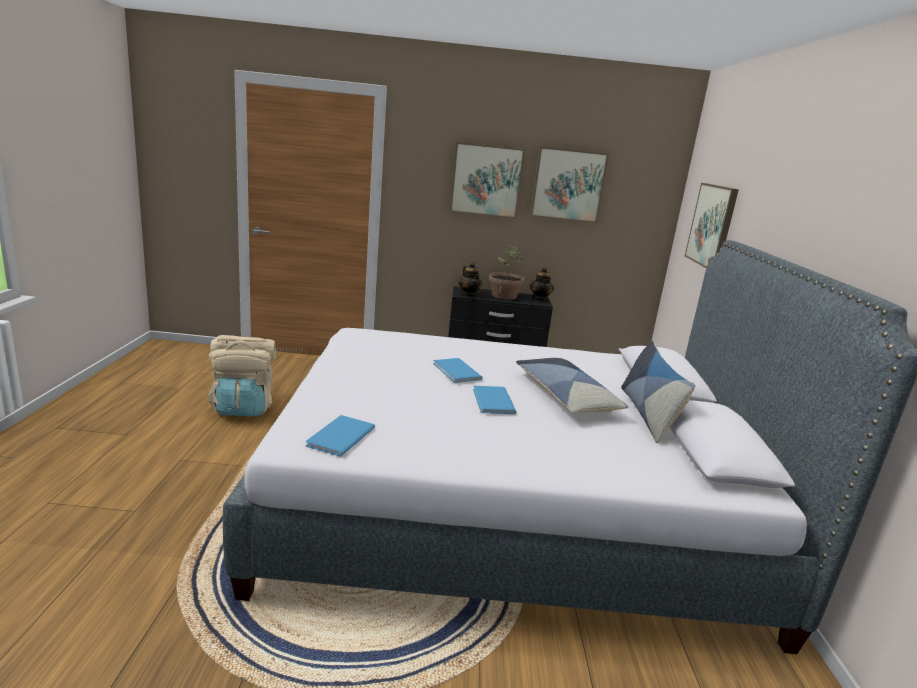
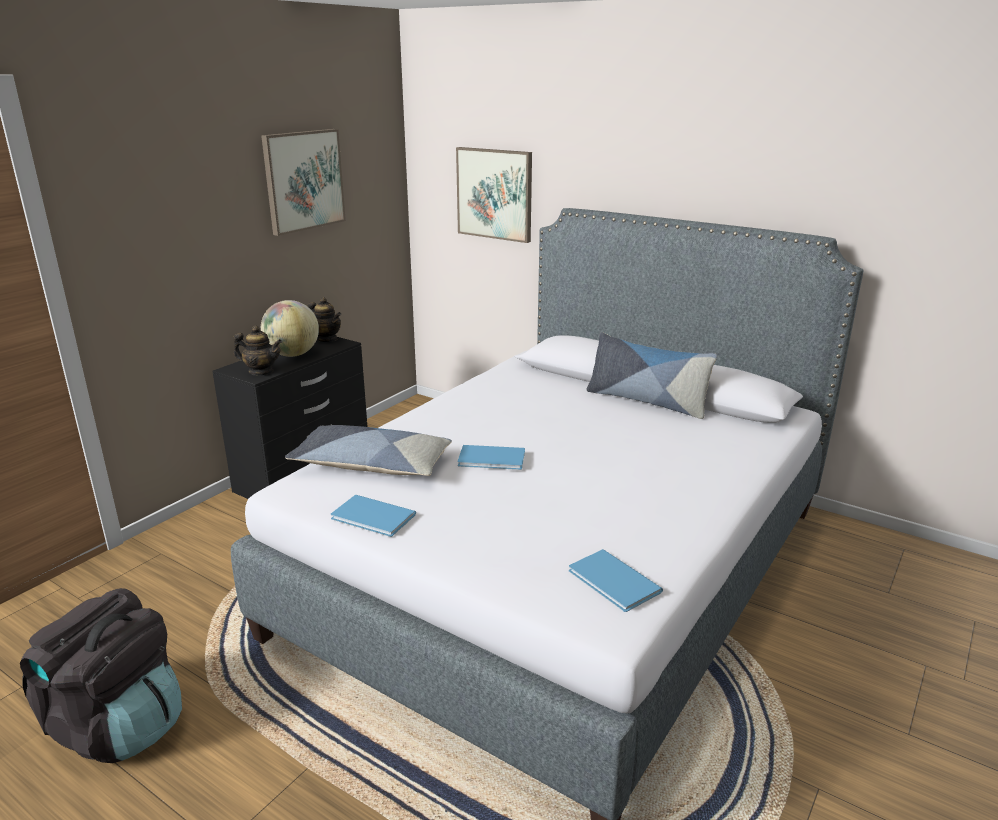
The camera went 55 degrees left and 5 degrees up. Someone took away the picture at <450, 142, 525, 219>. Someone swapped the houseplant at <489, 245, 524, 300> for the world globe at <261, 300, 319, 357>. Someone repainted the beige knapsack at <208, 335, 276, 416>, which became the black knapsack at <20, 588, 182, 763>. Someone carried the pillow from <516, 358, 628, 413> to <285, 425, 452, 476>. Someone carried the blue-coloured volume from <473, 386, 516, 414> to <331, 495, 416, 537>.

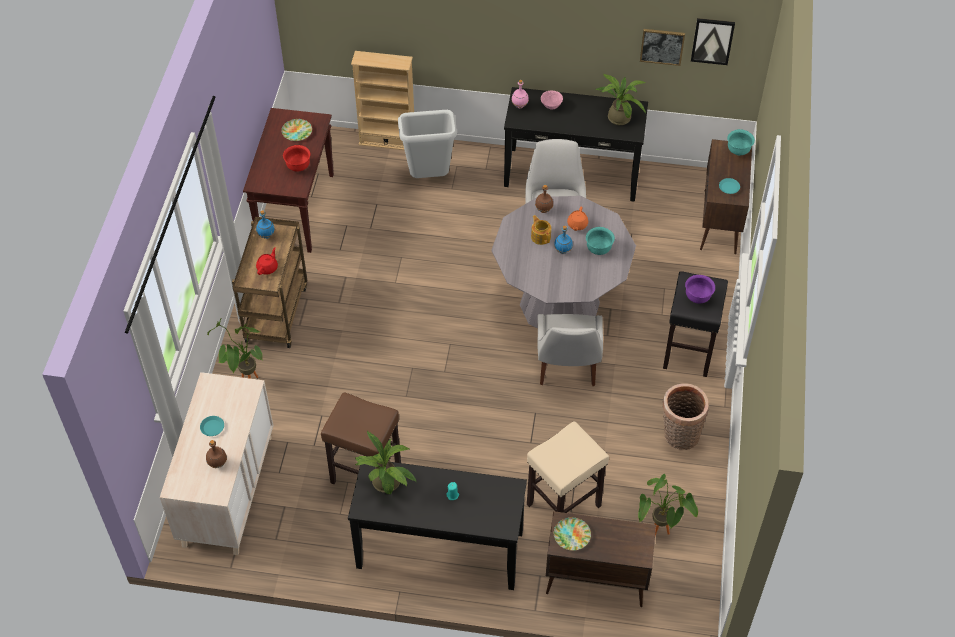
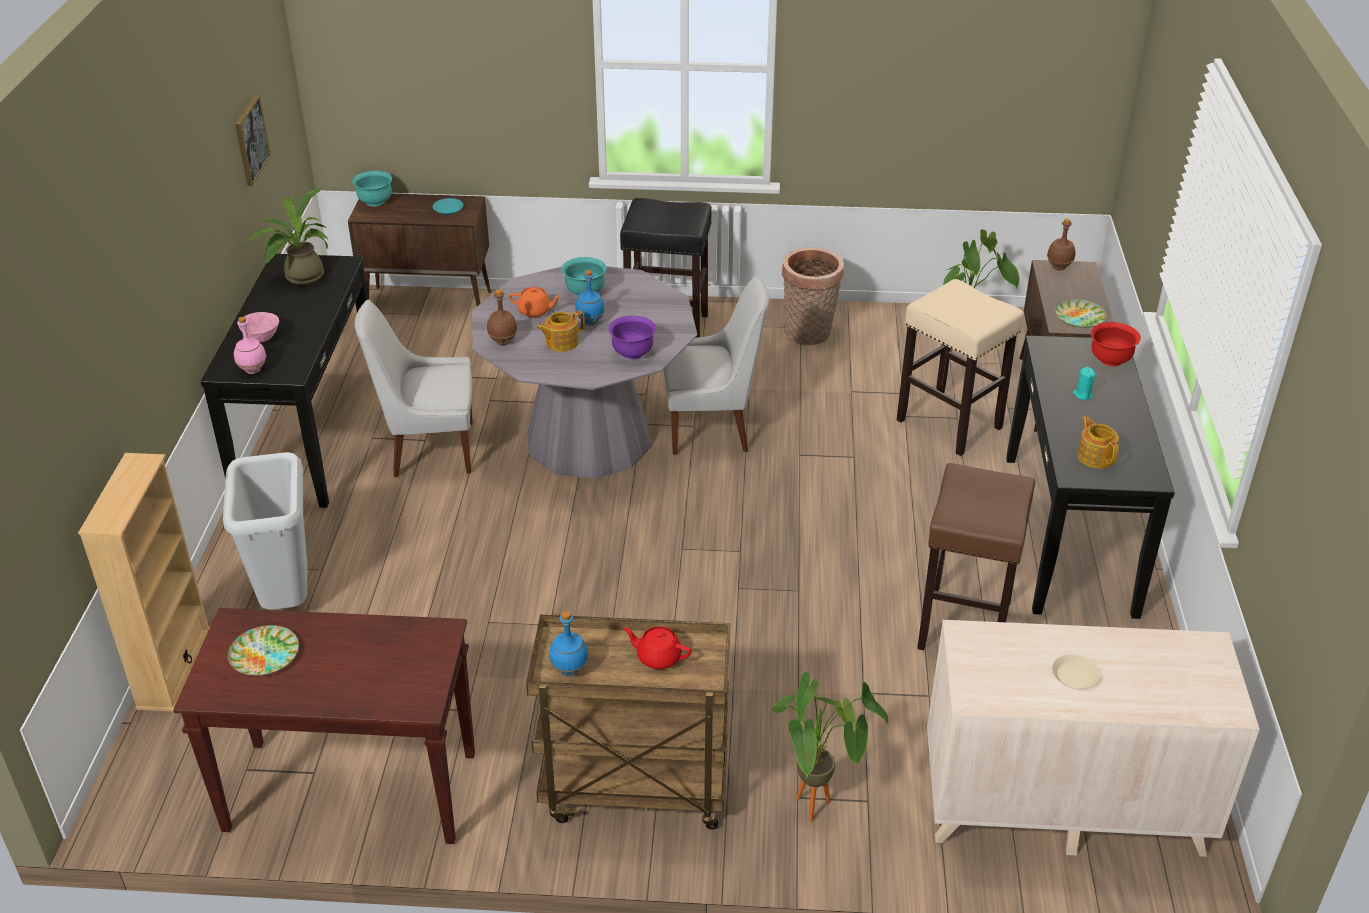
The camera went 95 degrees left and 15 degrees down. Someone took away the picture at <691, 18, 735, 65>. Someone carried the red deep dish from <283, 145, 311, 172> to <1091, 322, 1141, 366>. Someone carried the purplish deep dish from <685, 275, 715, 303> to <609, 316, 656, 359>. Someone repainted the turquoise-coloured plate at <200, 416, 224, 436>, which became the beige plate at <1052, 654, 1101, 689>. Someone swapped the houseplant at <354, 431, 417, 494> for the tea pot at <1077, 416, 1119, 469>. Someone carried the brown beverage bottle from <206, 440, 227, 468> to <1047, 219, 1075, 270>.

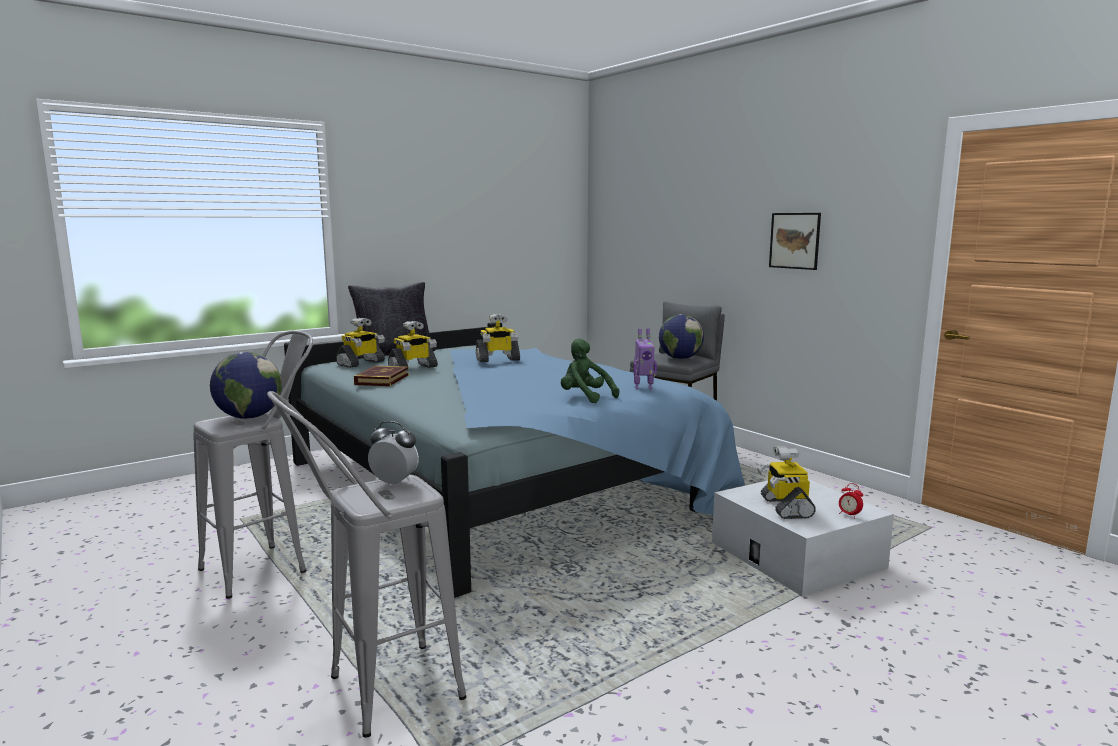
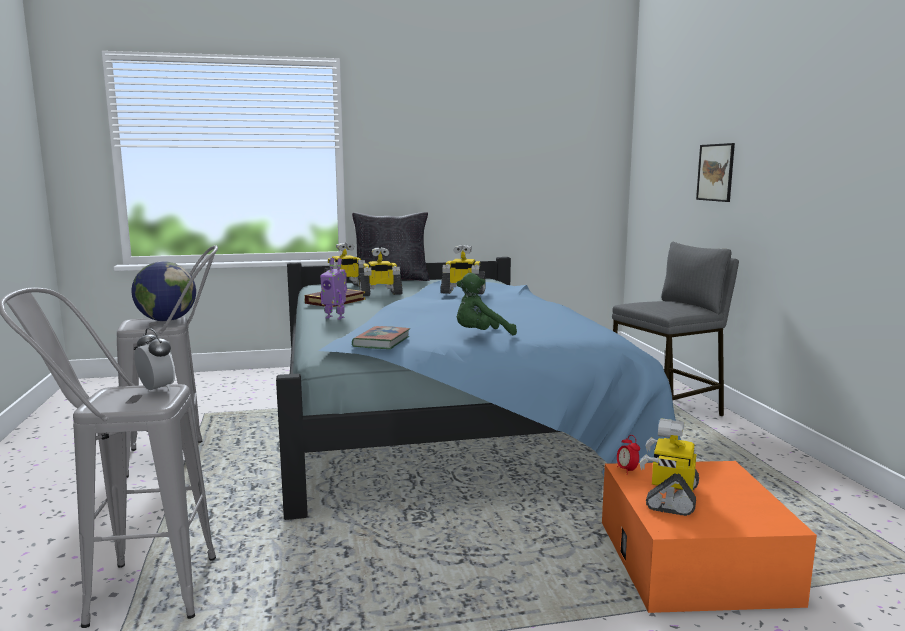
The camera went 25 degrees right and 0 degrees up. Someone carried the picture from <769, 213, 821, 270> to <696, 143, 735, 202>. Someone took away the world globe at <659, 314, 704, 359>. Someone carried the toy robot from <634, 329, 657, 389> to <320, 258, 347, 320>. Someone rotated the green-coloured soft toy at <561, 338, 619, 403> by 90 degrees counterclockwise. Someone repainted the white storage box at <712, 479, 894, 597>, which became the orange storage box at <602, 461, 817, 613>. Someone carried the alarm clock from <839, 483, 863, 519> to <617, 435, 640, 475>. Someone put down the volume at <352, 326, 410, 349>.

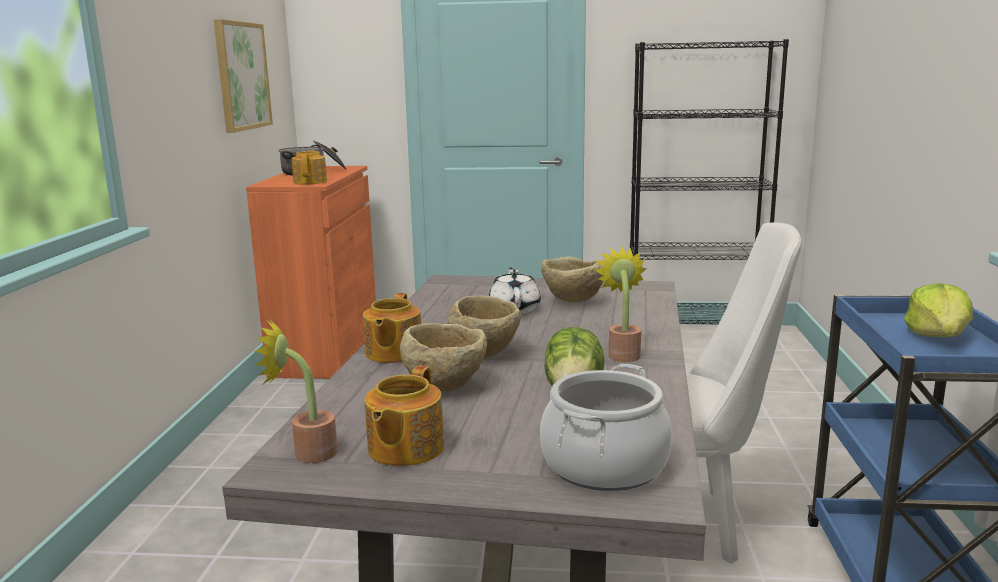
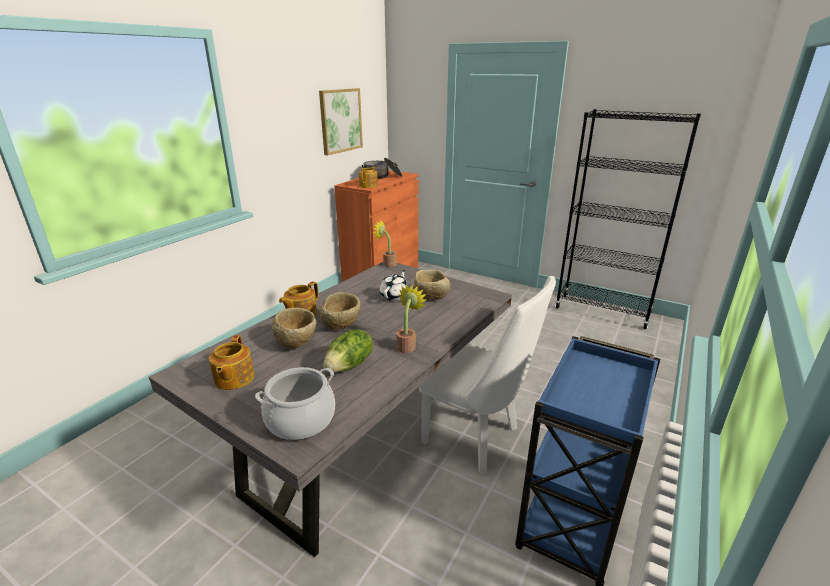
The camera went 25 degrees right and 10 degrees up. Someone took away the lettuce head at <904, 283, 973, 337>. Someone carried the houseplant from <255, 320, 338, 463> to <373, 220, 397, 267>. Someone rotated the tea pot at <364, 366, 444, 466> by 45 degrees counterclockwise.

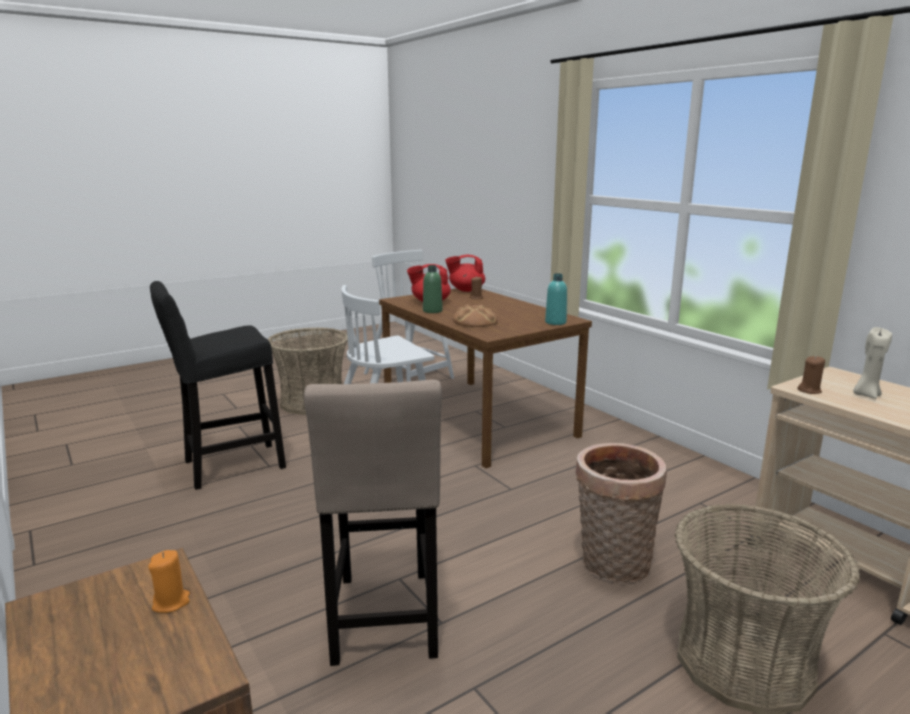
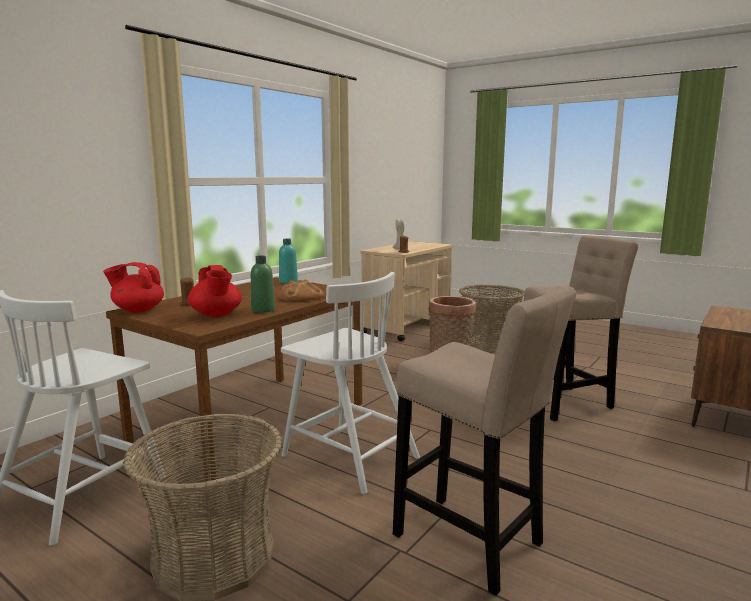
The camera went 110 degrees left and 5 degrees down. Someone rotated the red tea pot at <445, 255, 485, 292> by 120 degrees clockwise. Someone repainted the black stool seat at <150, 281, 286, 490>, which became the beige stool seat at <393, 285, 576, 596>. Someone took away the orange wax candle at <148, 550, 190, 613>.

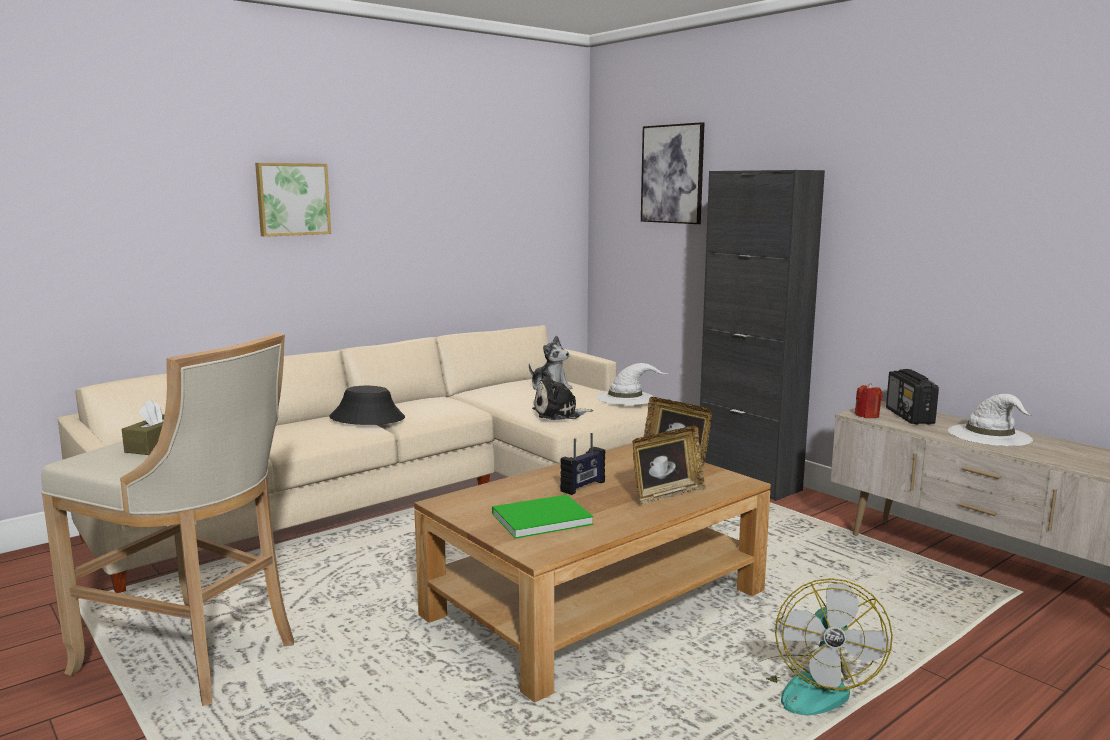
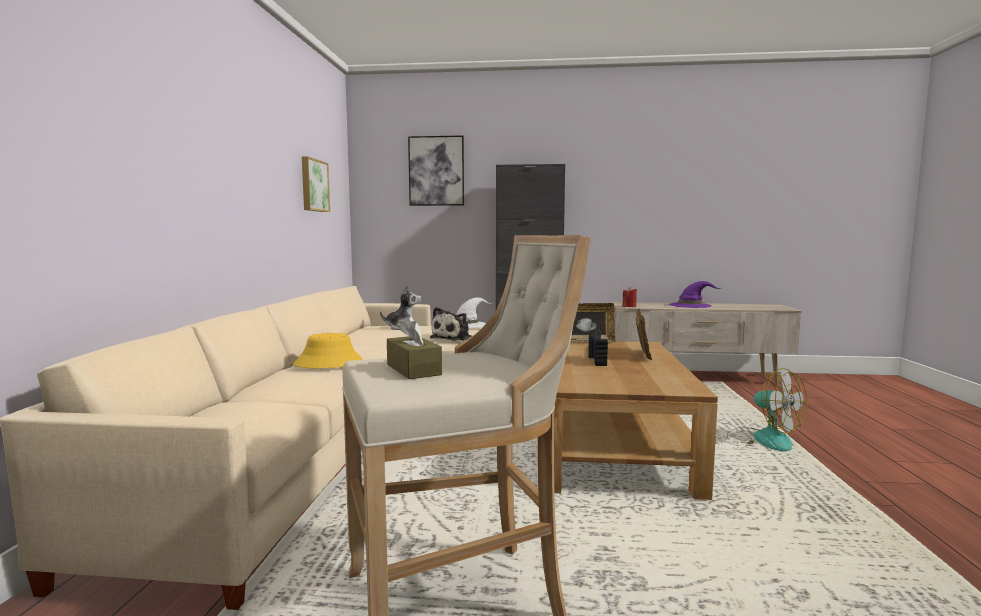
The camera went 45 degrees left and 5 degrees down. Someone carried the picture from <255, 163, 331, 237> to <302, 156, 330, 212>. Someone took away the radio set at <886, 369, 939, 425>. Someone repainted the black hat at <329, 386, 405, 425>, which became the yellowish hat at <293, 333, 363, 368>. Someone repainted the white hat at <948, 394, 1033, 446>, which became the purplish hat at <669, 281, 720, 308>. Someone took away the green-coloured volume at <492, 495, 593, 538>.

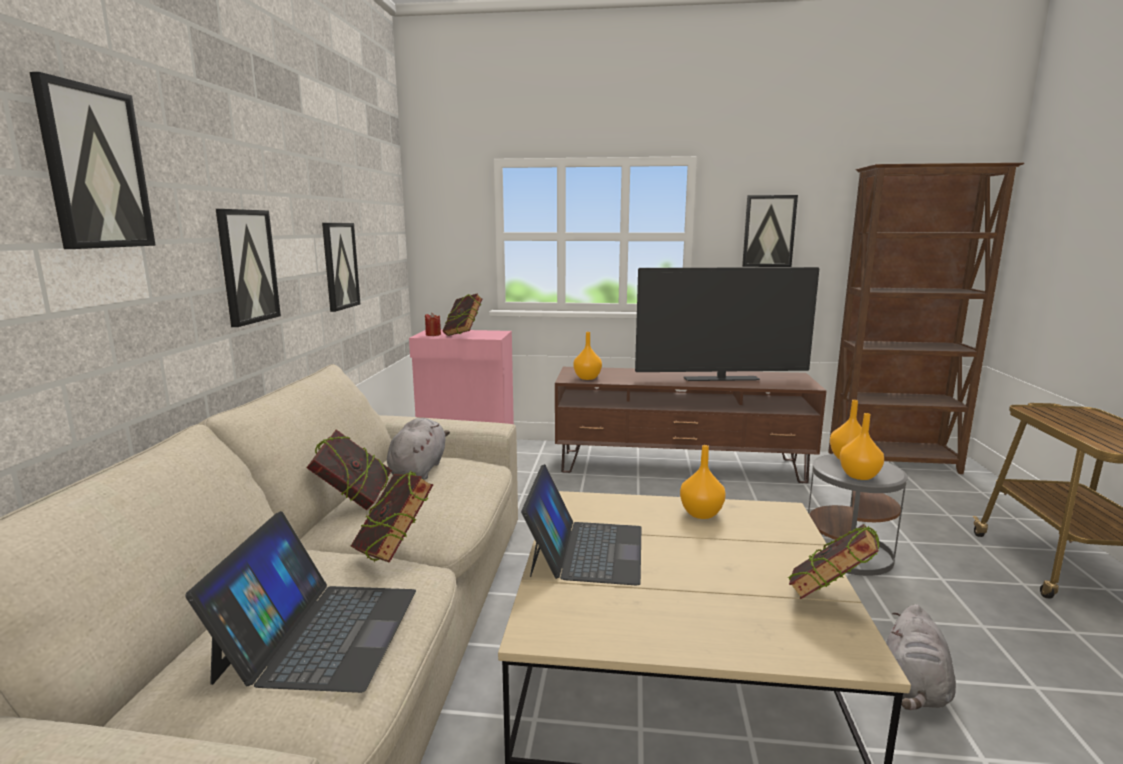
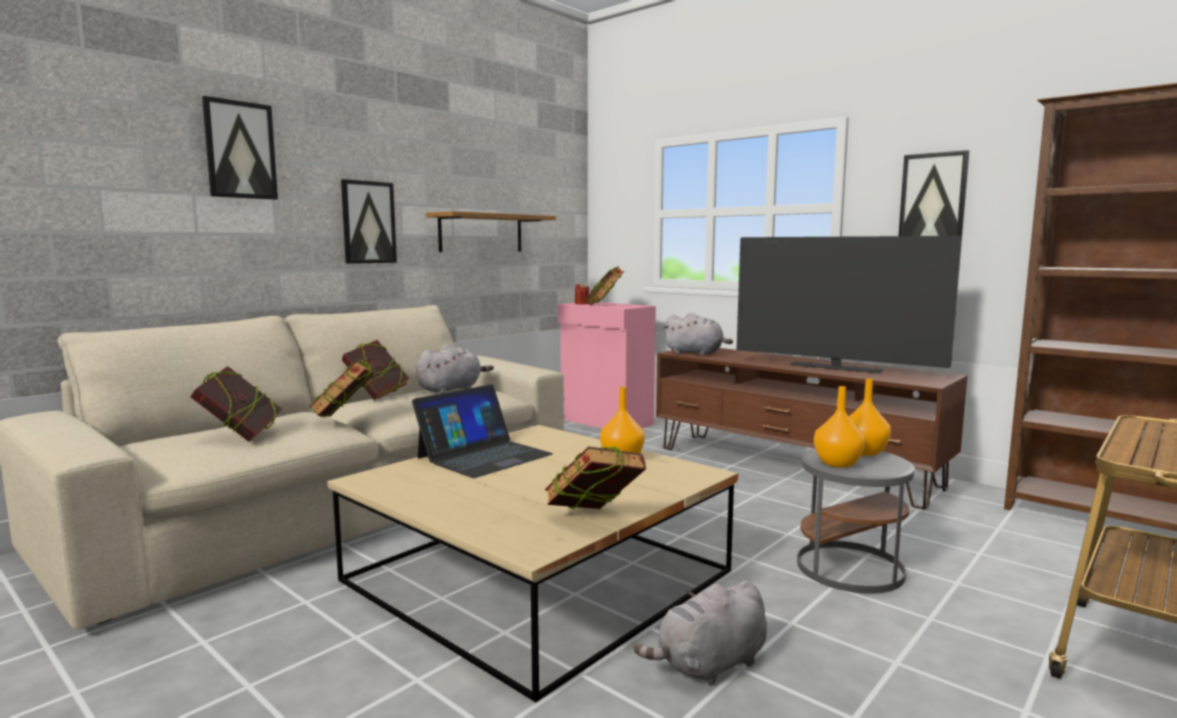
The camera went 35 degrees right and 5 degrees down. Someone swapped the picture at <322, 223, 360, 312> for the shelf at <426, 211, 556, 252>. Someone swapped the orange vase at <573, 332, 602, 380> for the grey soft toy at <663, 313, 733, 355>. Someone swapped the portable computer at <185, 511, 416, 693> for the volume at <190, 366, 283, 442>.

